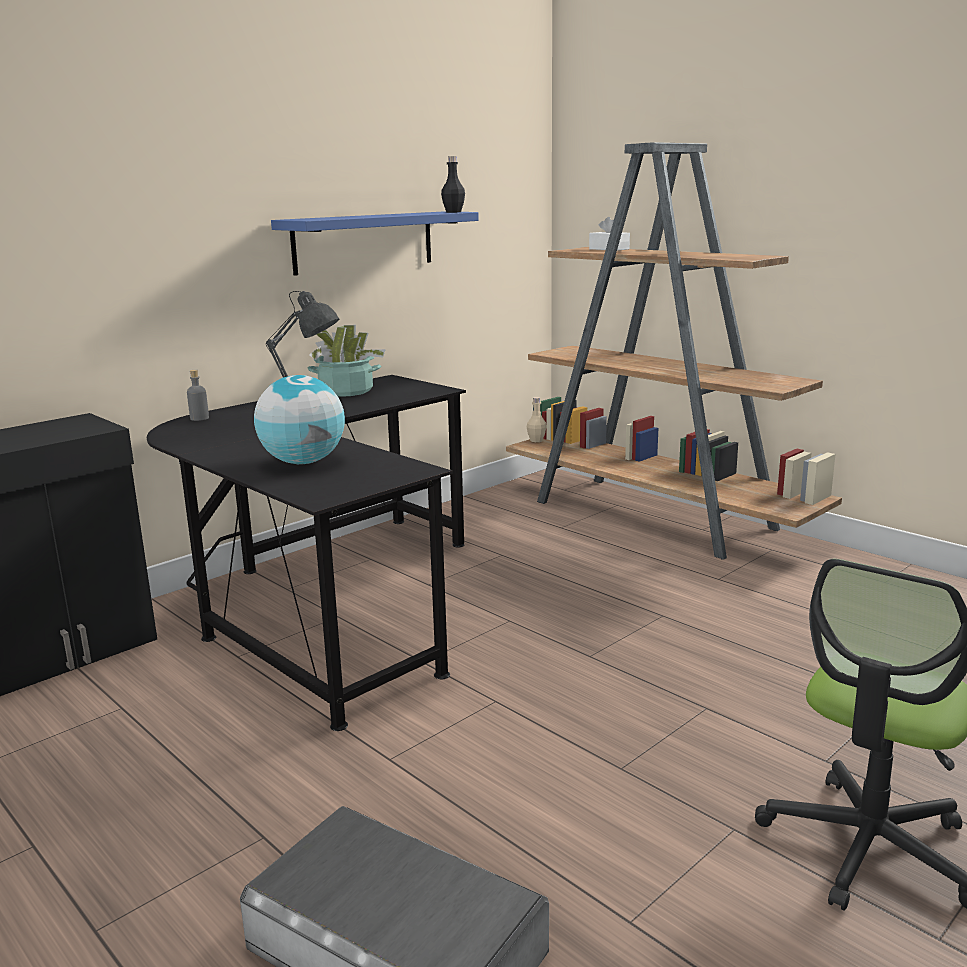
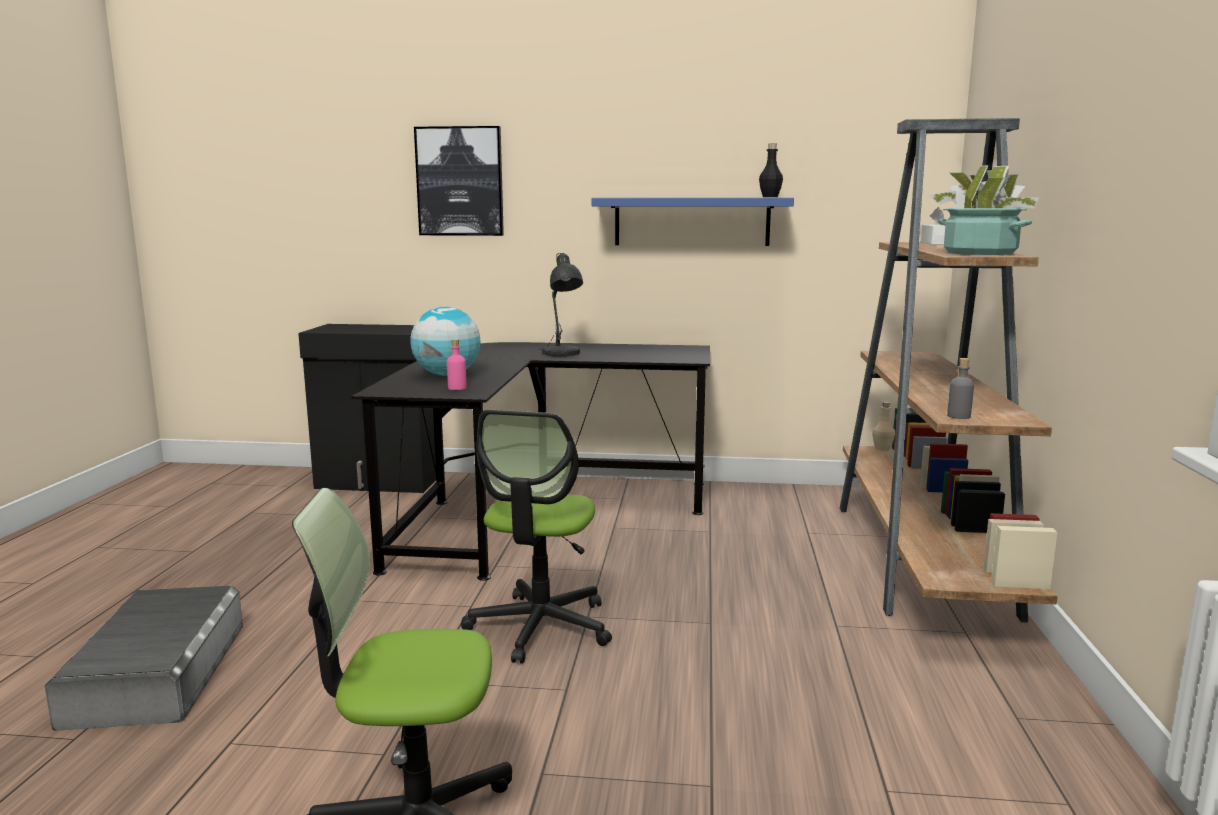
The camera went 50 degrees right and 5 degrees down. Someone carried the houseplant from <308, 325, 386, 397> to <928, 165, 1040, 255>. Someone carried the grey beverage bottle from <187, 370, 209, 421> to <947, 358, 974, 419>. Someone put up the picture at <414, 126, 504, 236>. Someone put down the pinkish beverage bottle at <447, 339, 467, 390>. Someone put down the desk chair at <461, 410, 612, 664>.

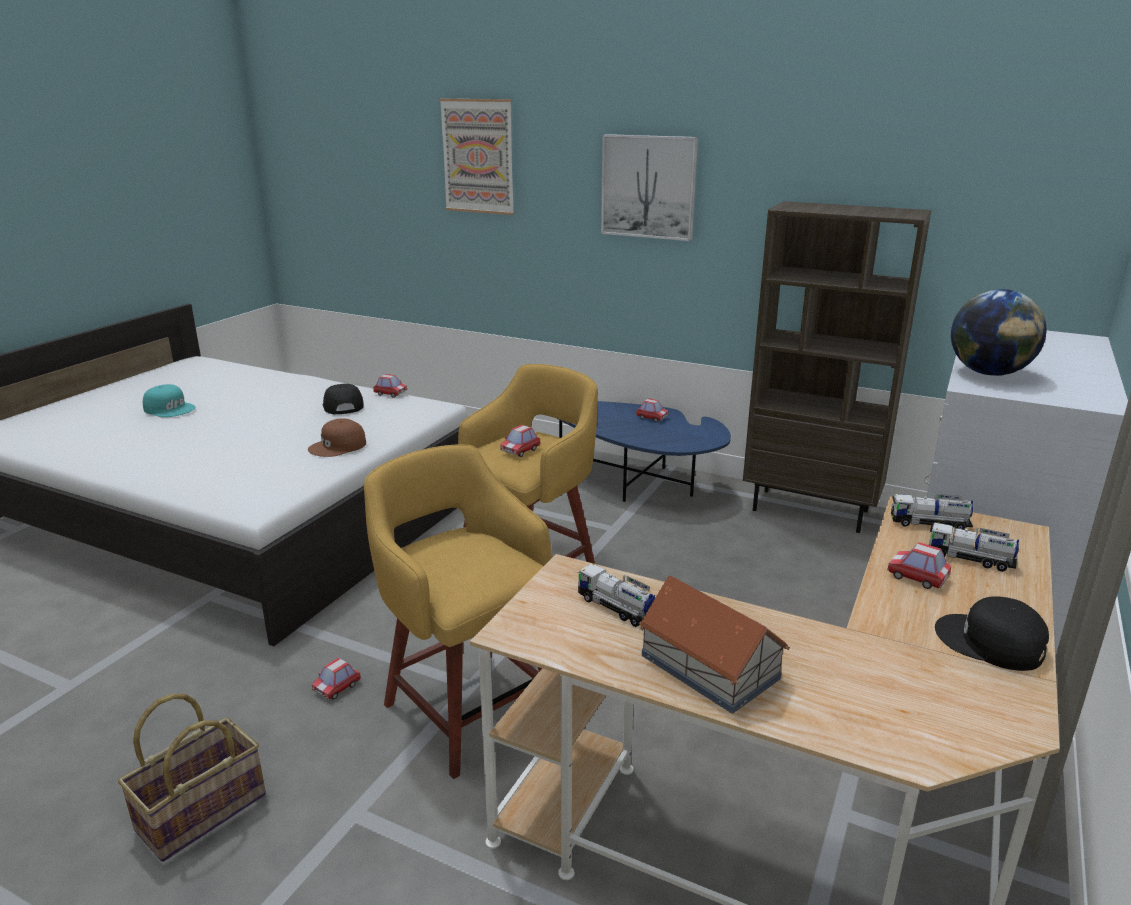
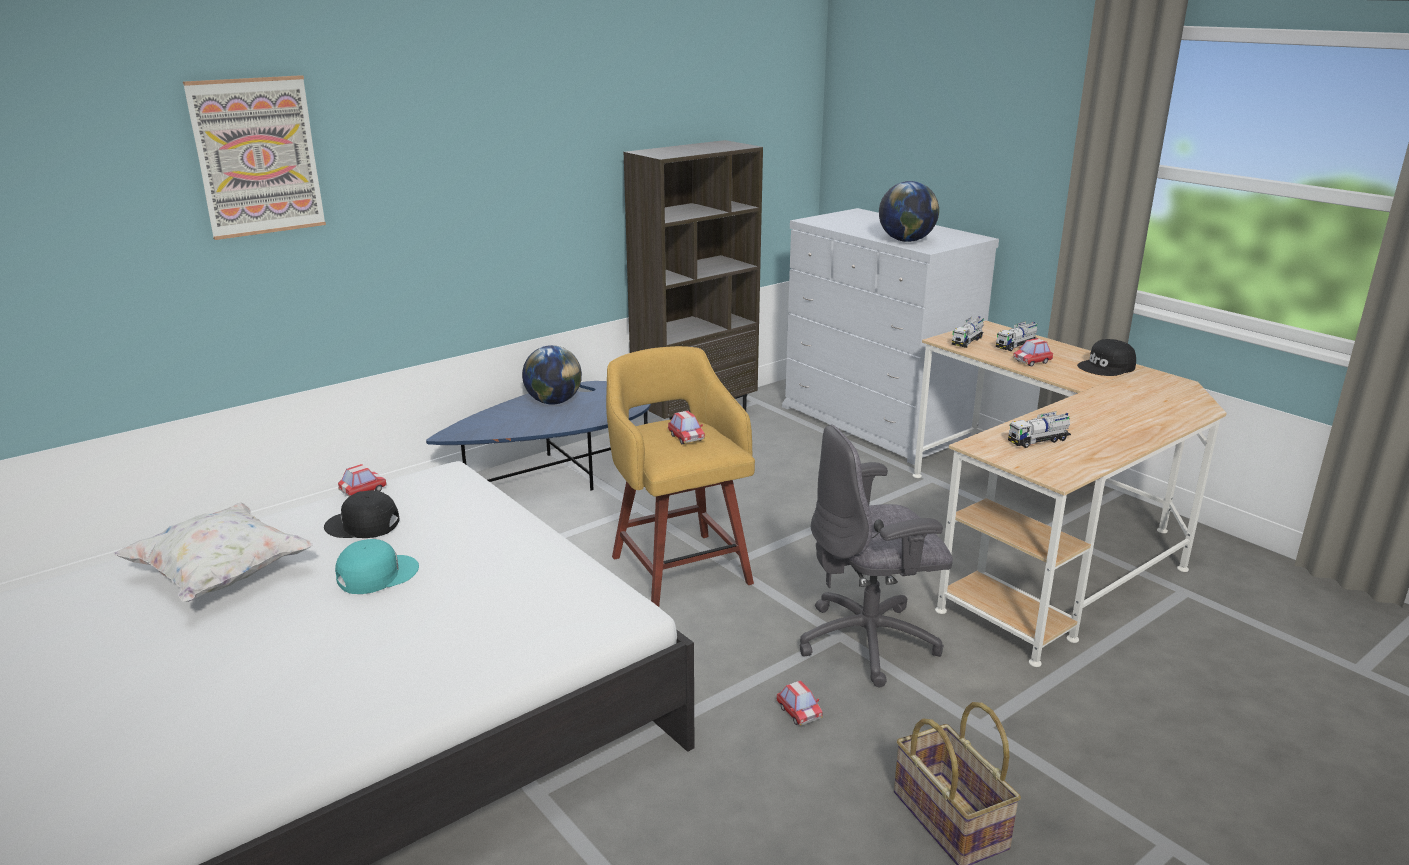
The camera went 65 degrees left and 0 degrees up. Someone took away the picture at <601, 134, 698, 241>. Someone carried the turquoise-coloured peaked cap from <143, 384, 196, 417> to <335, 539, 419, 594>. Someone swapped the miniature car at <636, 398, 668, 422> for the world globe at <522, 345, 582, 405>. Someone took away the brown peaked cap at <308, 419, 366, 457>. Someone swapped the yellowish stool seat at <364, 445, 552, 779> for the grey desk chair at <800, 425, 953, 687>. Someone took away the model house at <639, 576, 790, 714>. Someone put down the white pillow at <114, 502, 313, 602>.

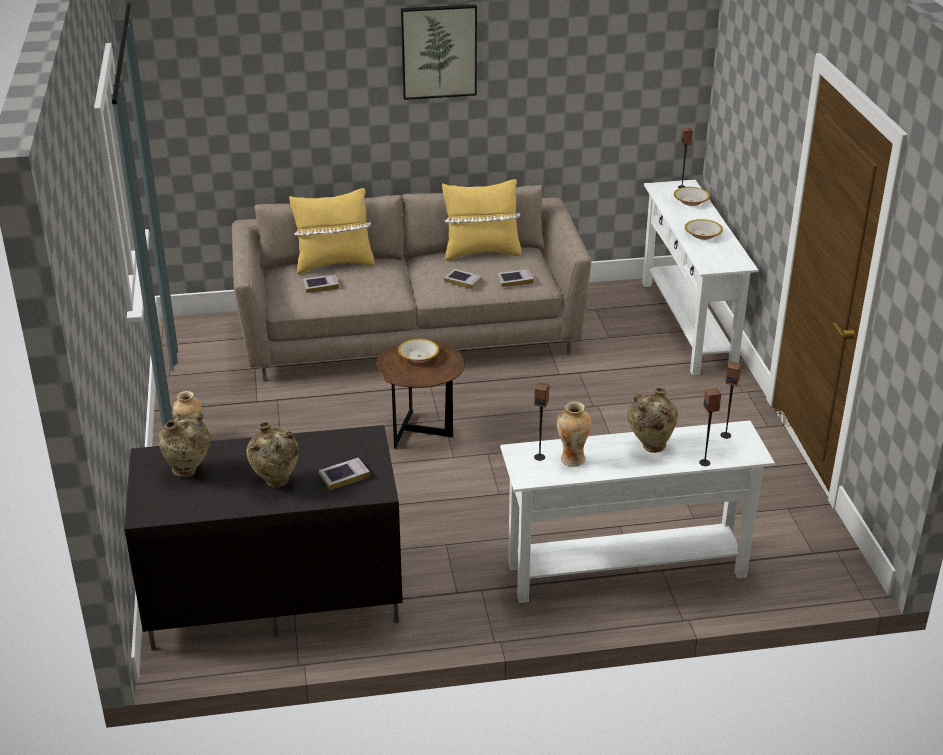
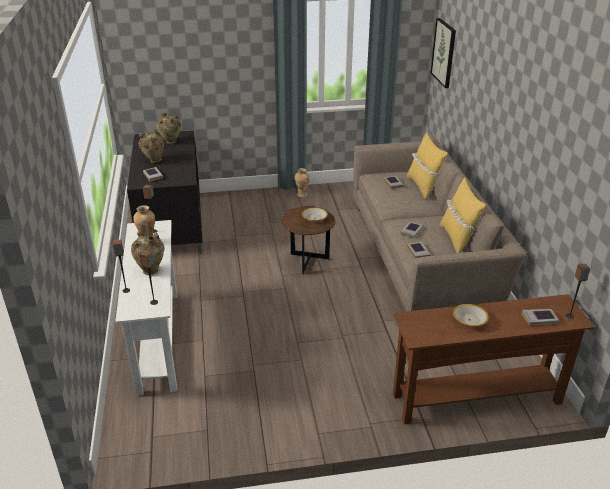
The camera went 90 degrees right and 0 degrees up. Someone carried the picture from <401, 4, 477, 100> to <431, 18, 456, 88>. Someone repainted the white console table at <642, 180, 758, 375>, which became the brown console table at <393, 294, 595, 424>. Someone swapped the deep dish at <674, 187, 710, 206> for the volume at <522, 309, 559, 325>.

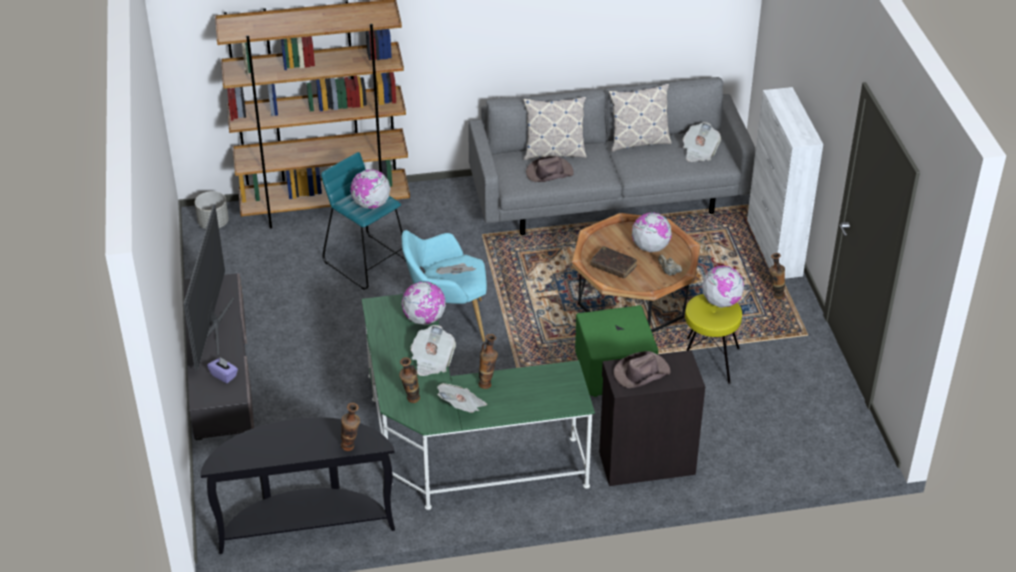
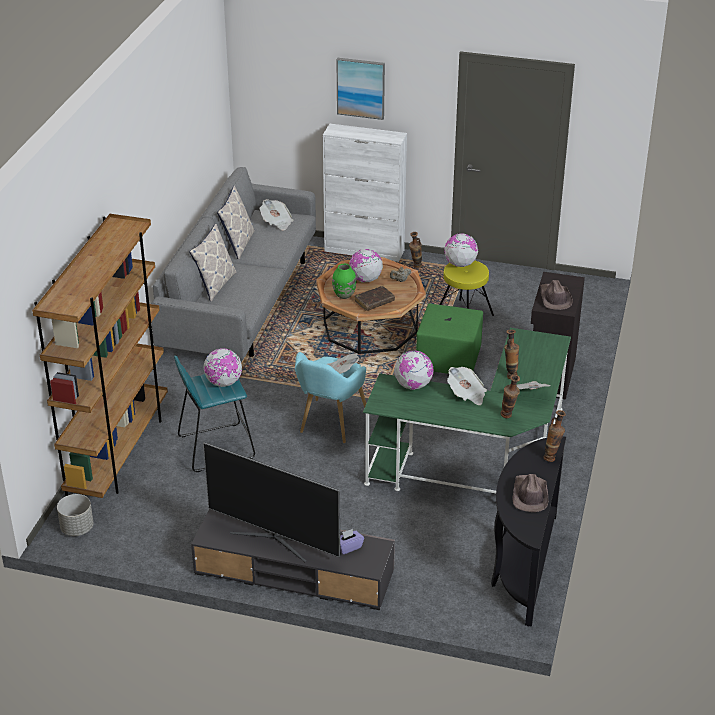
The camera went 65 degrees left and 5 degrees down. Someone carried the brown hat from <526, 156, 574, 182> to <512, 474, 548, 512>. Someone put up the picture at <336, 58, 385, 120>. Someone put down the green-coloured vase at <332, 264, 356, 299>.

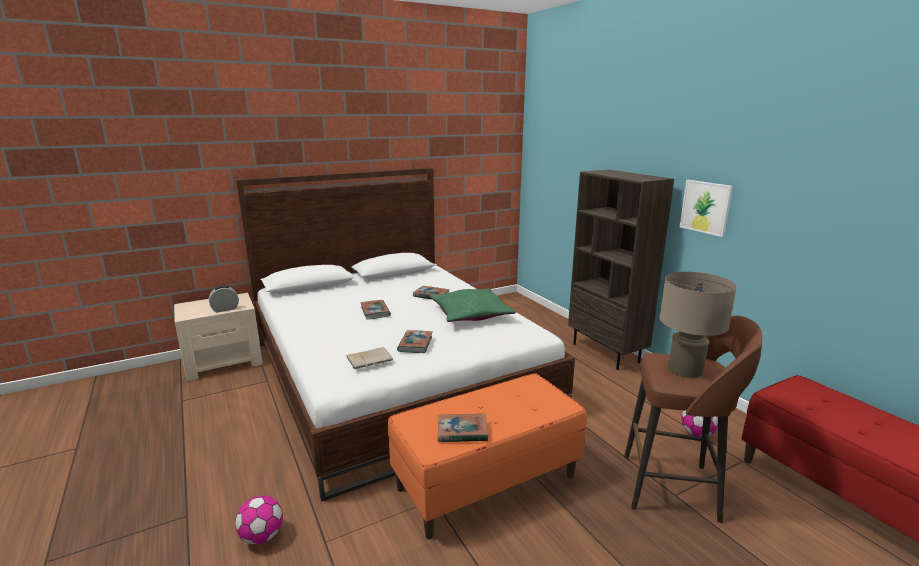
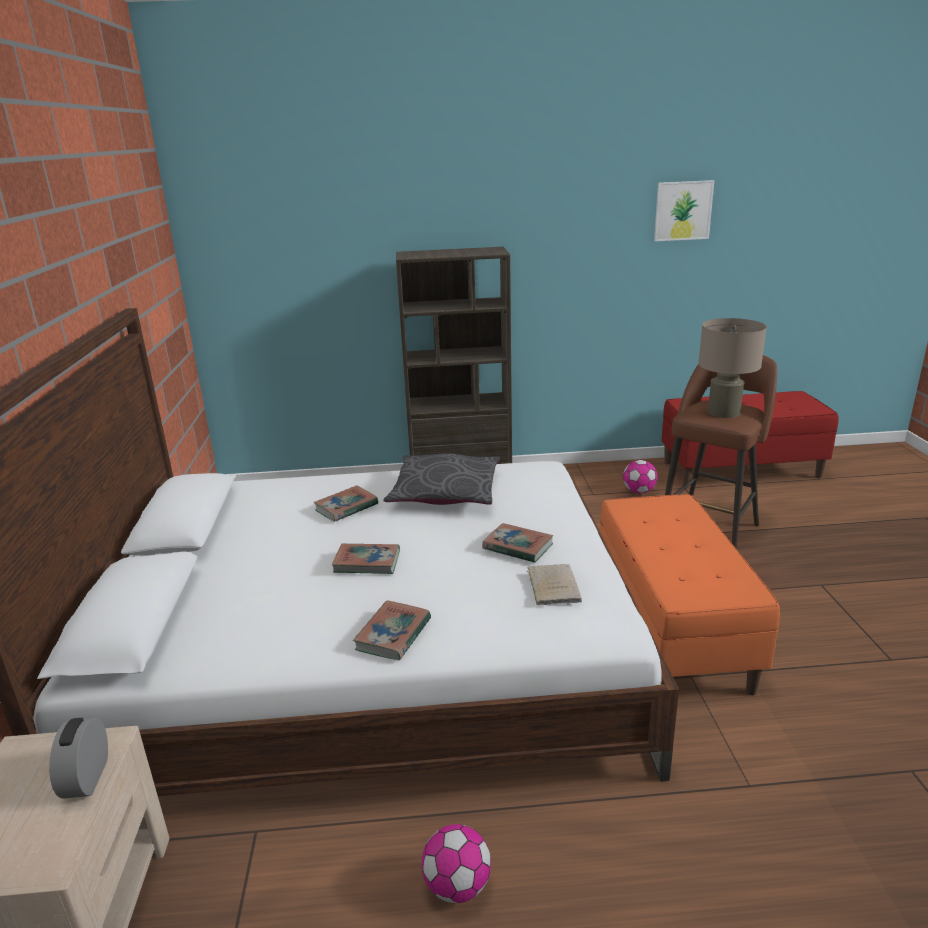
The camera went 65 degrees left and 5 degrees up. Someone carried the picture from <680, 180, 733, 237> to <654, 180, 714, 241>. Someone repainted the green-coloured pillow at <429, 288, 516, 322>, which became the grey pillow at <384, 453, 500, 505>. Someone carried the volume from <438, 414, 488, 442> to <353, 600, 431, 660>. Someone carried the football ball from <235, 496, 283, 544> to <422, 824, 491, 903>.

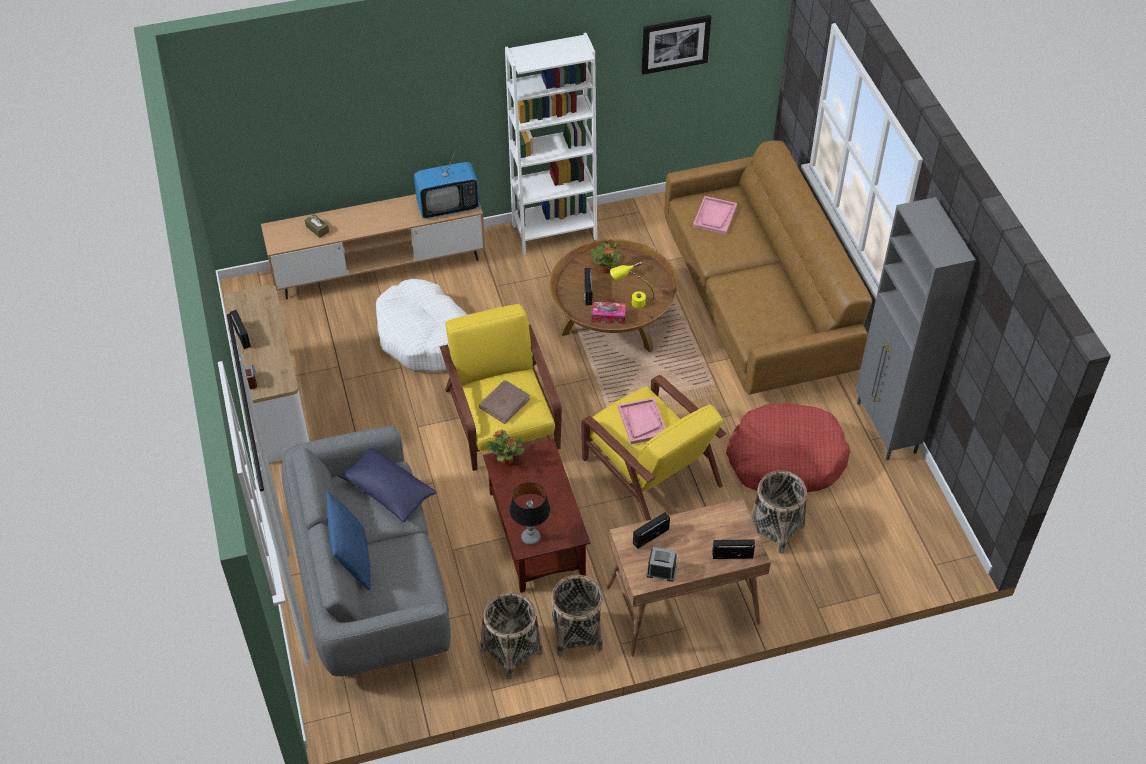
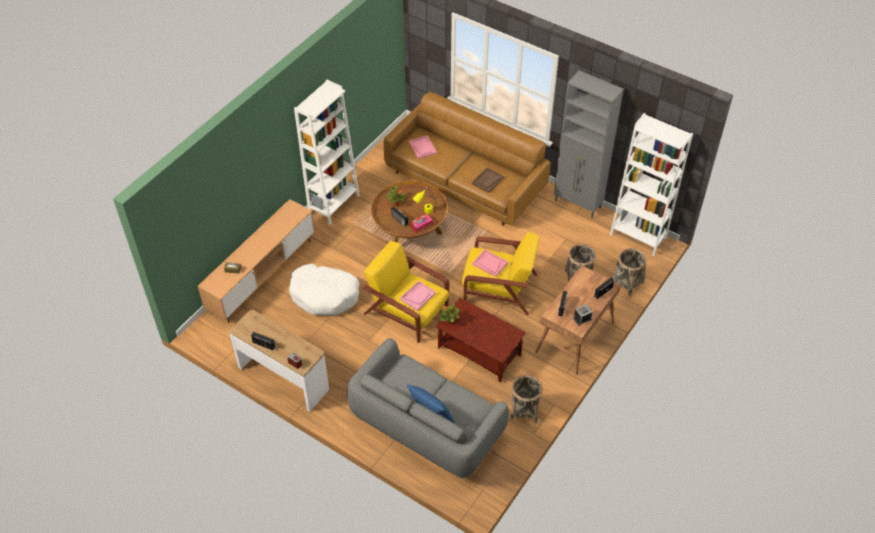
The camera went 40 degrees left and 0 degrees up. Someone took away the picture at <642, 15, 711, 75>. Someone took away the television at <414, 149, 480, 219>. Someone swapped the brown volume at <479, 380, 530, 424> for the pinkish tray at <400, 281, 436, 311>. Someone took away the red pet bed at <726, 402, 850, 492>. Someone took away the blue-coloured pillow at <338, 448, 437, 522>. Someone took away the table lamp at <510, 482, 550, 545>. Someone carried the household basket from <551, 575, 603, 657> to <612, 248, 646, 296>. Someone put down the white bookshelf at <610, 113, 693, 256>. Someone put down the brown tray at <472, 167, 504, 193>.

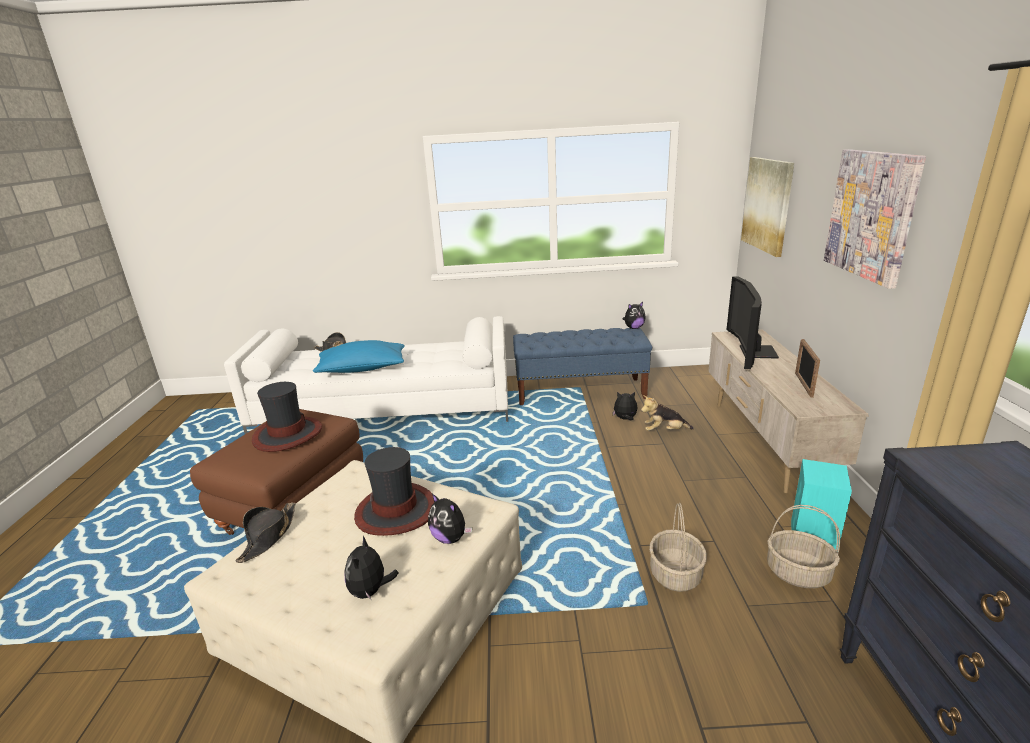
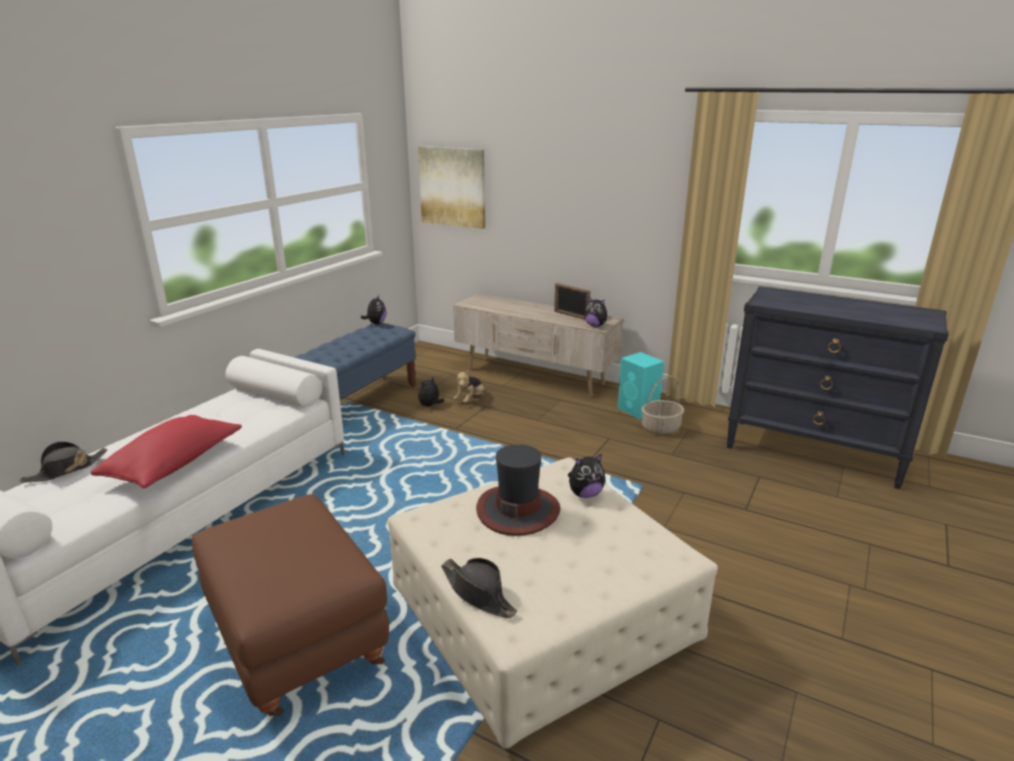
The camera went 60 degrees left and 0 degrees up. Someone took away the picture at <824, 149, 926, 289>. Someone took away the television at <726, 276, 779, 369>. Someone repainted the blue-coloured pillow at <313, 340, 405, 373>, which became the red pillow at <91, 415, 242, 488>. Someone took away the hat at <252, 382, 322, 452>. Someone took away the household basket at <649, 503, 707, 592>. Someone carried the soft toy from <344, 536, 399, 600> to <584, 297, 611, 327>.

